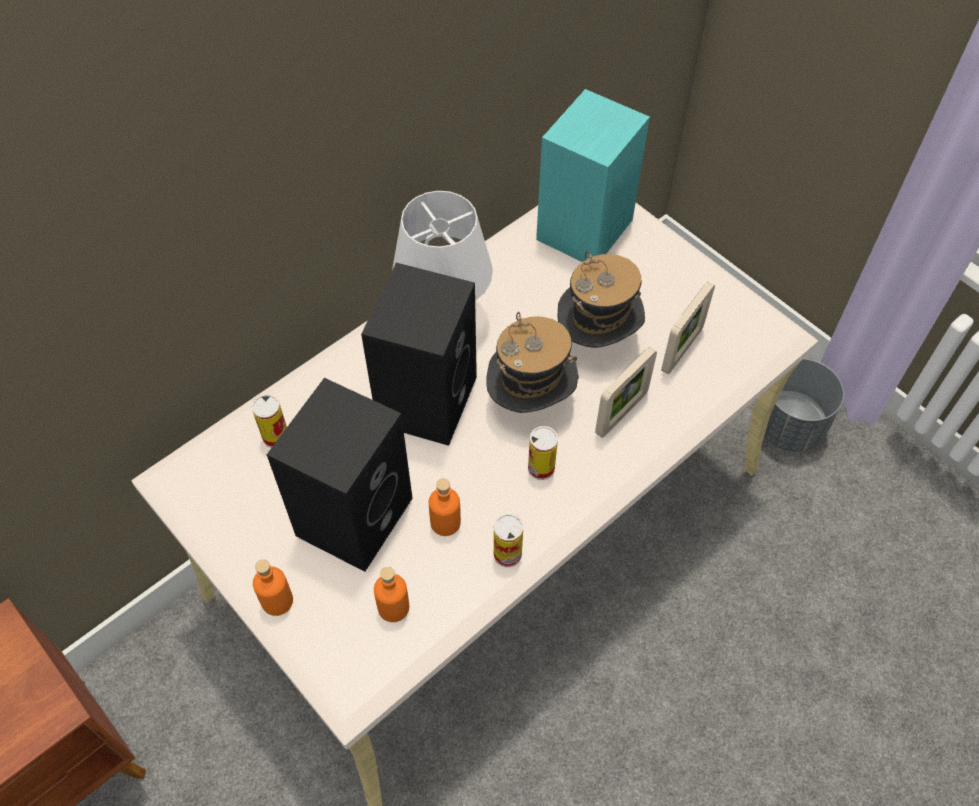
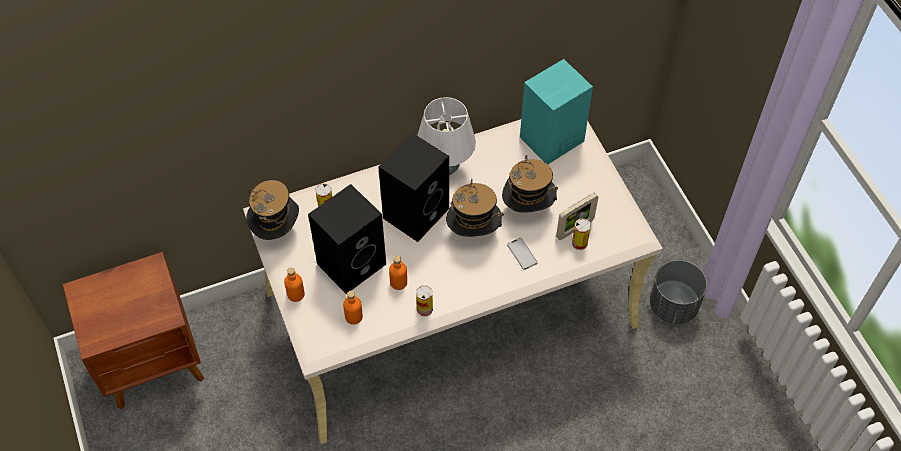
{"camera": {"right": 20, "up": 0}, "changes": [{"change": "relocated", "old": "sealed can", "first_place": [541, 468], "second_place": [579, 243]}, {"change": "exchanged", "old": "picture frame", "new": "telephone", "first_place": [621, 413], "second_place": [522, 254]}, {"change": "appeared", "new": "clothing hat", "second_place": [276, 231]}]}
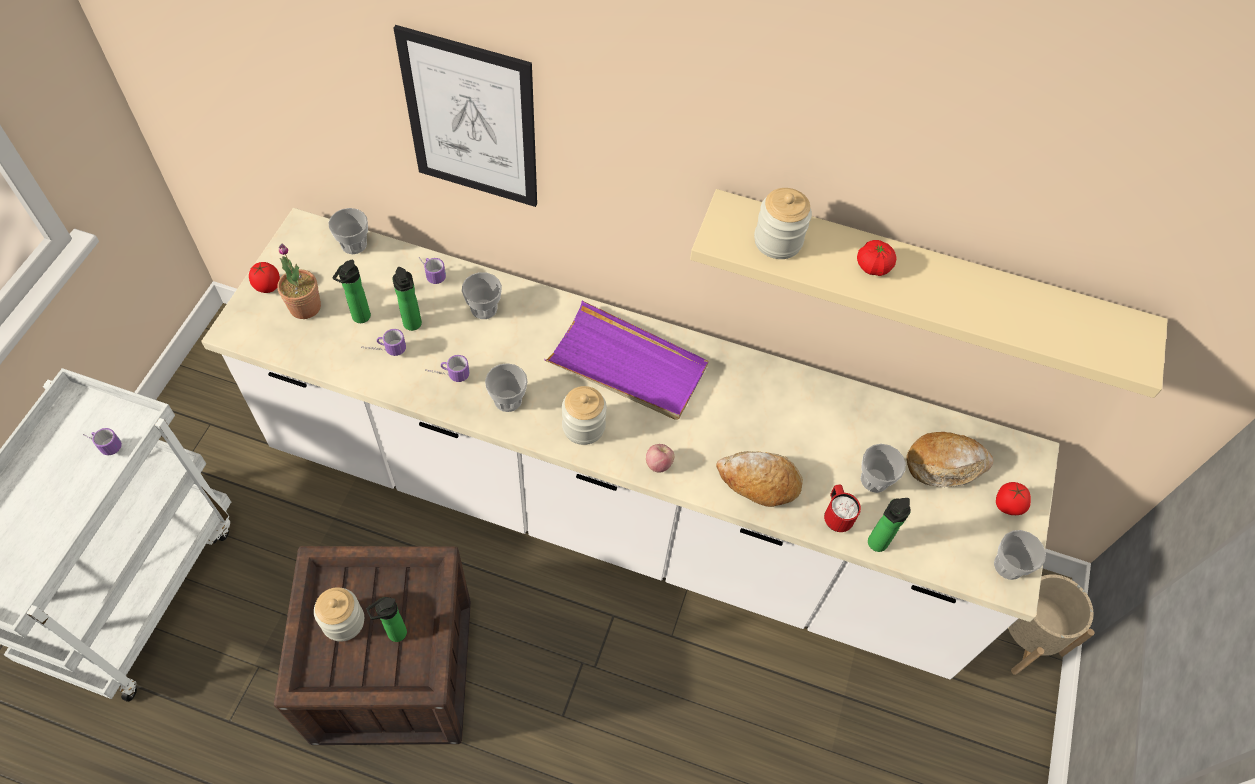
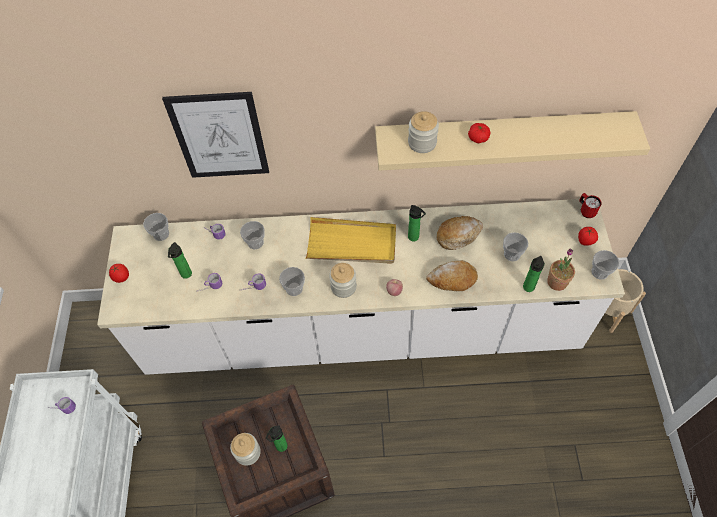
{"camera": {"right": -15, "up": 0}, "changes": [{"change": "relocated", "old": "potted plant", "first_place": [305, 307], "second_place": [557, 282]}, {"change": "relocated", "old": "drink bottle", "first_place": [413, 325], "second_place": [414, 238]}, {"change": "colour", "old": "serving tray (purple-coloured)", "new": "serving tray (yellowish)", "first_place": [627, 365], "second_place": [351, 243]}, {"change": "relocated", "old": "coffee mug (red)", "first_place": [836, 516], "second_place": [585, 211]}, {"change": "relocated", "old": "baked bread", "first_place": [945, 464], "second_place": [458, 235]}]}
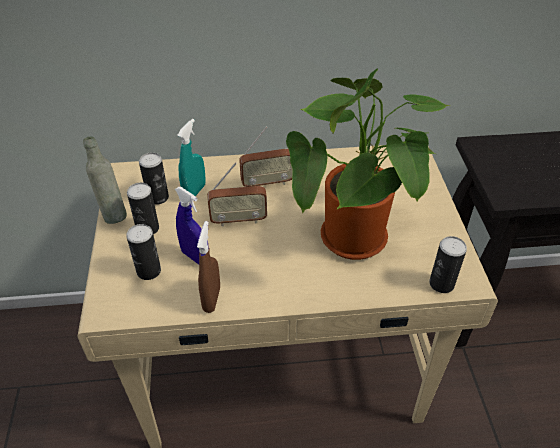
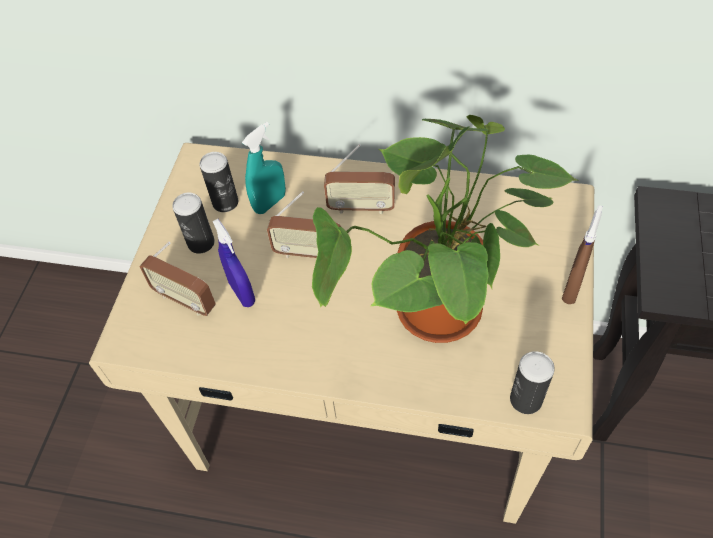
{"camera": {"right": 20, "up": 10}, "changes": [{"change": "missing", "old": "drink bottle (greyish)", "first_place": [113, 214]}, {"change": "exchanged", "old": "sealed can", "new": "radio set", "first_place": [149, 271], "second_place": [185, 300]}, {"change": "relocated", "old": "spray bottle (brown)", "first_place": [211, 299], "second_place": [572, 288]}]}
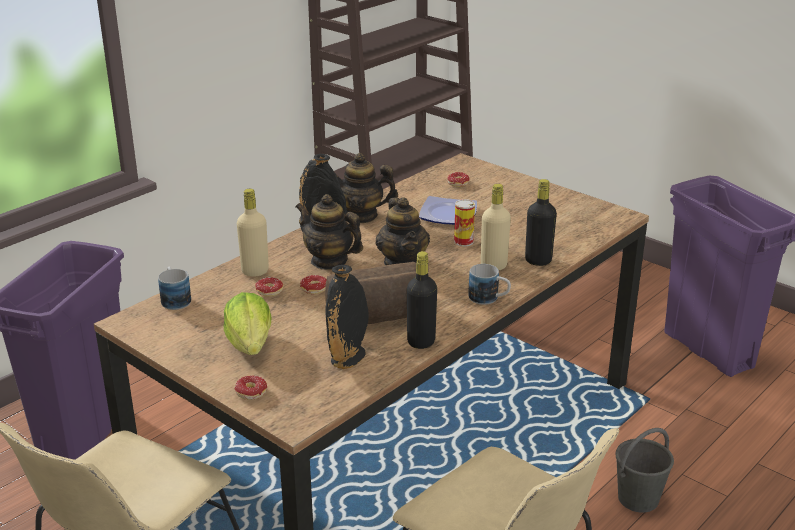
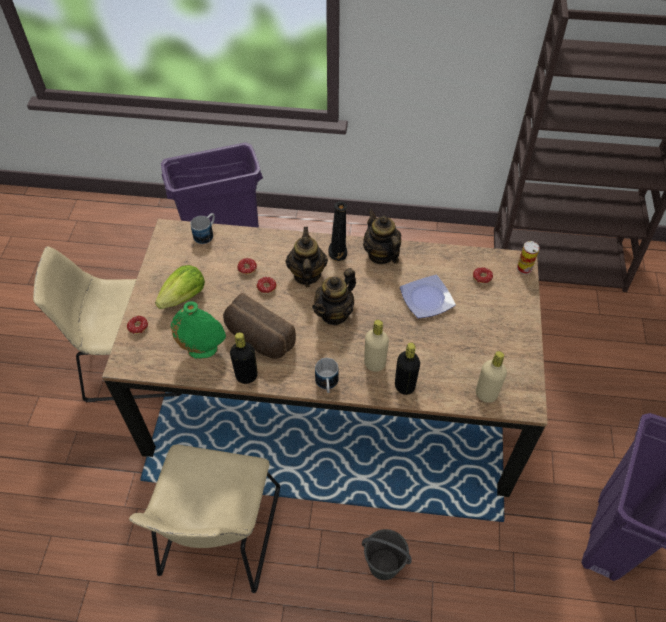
{"camera": {"right": 55, "up": 25}, "changes": [{"change": "relocated", "old": "drink bottle (beige-coloured)", "first_place": [255, 271], "second_place": [486, 394]}, {"change": "colour", "old": "vase (black)", "new": "vase (greenish)", "first_place": [348, 358], "second_place": [203, 350]}, {"change": "relocated", "old": "sealed can", "first_place": [463, 241], "second_place": [524, 268]}]}
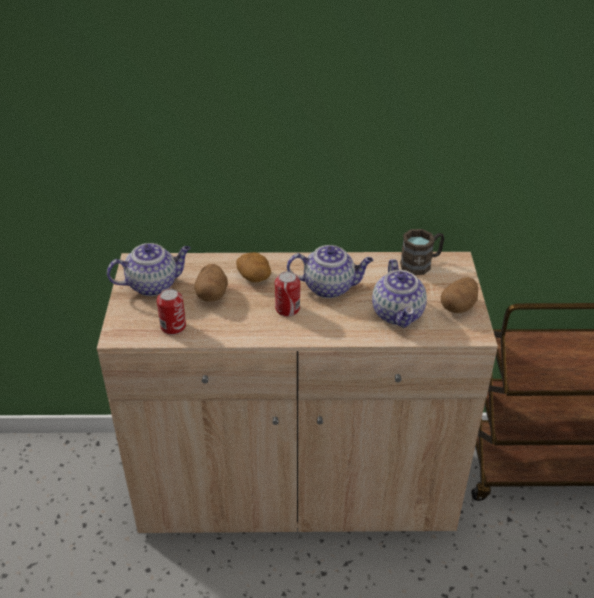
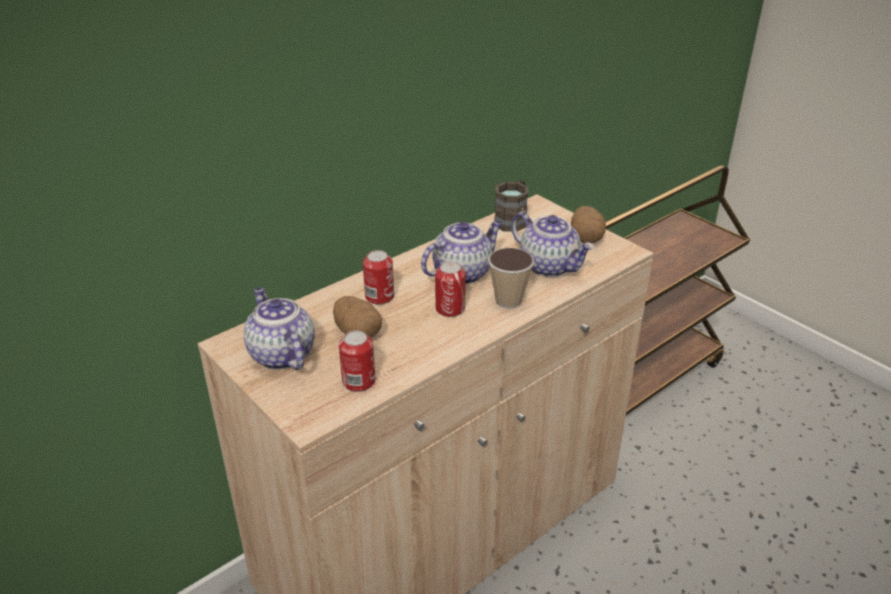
{"camera": {"right": -40, "up": -5}, "changes": [{"change": "spun", "old": "tea pot", "first_place": [153, 285], "second_place": [281, 354], "degrees": -60}, {"change": "exchanged", "old": "potato", "new": "sealed can", "first_place": [254, 276], "second_place": [379, 297]}, {"change": "appeared", "new": "cup", "second_place": [508, 300]}]}
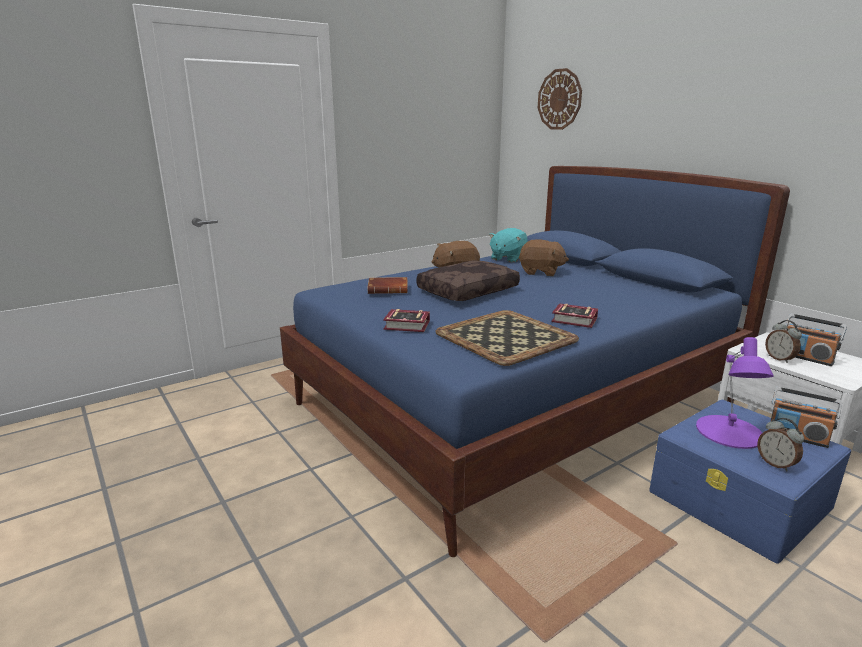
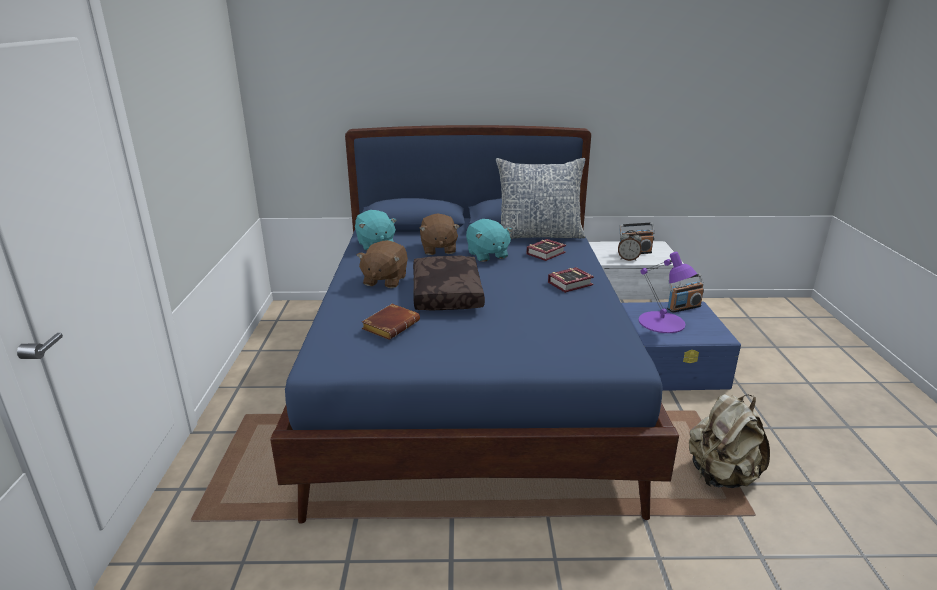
{"camera": {"right": -55, "up": 5}, "changes": [{"change": "relocated", "old": "bound book", "first_place": [408, 326], "second_place": [547, 253]}, {"change": "missing", "old": "serving tray", "first_place": [505, 337]}, {"change": "spun", "old": "plush toy (brown)", "first_place": [541, 272], "second_place": [438, 249], "degrees": 120}, {"change": "missing", "old": "hanging clock", "first_place": [559, 99]}, {"change": "missing", "old": "bedside clock", "first_place": [776, 464]}, {"change": "appeared", "new": "plush toy (turquoise)", "second_place": [487, 255]}, {"change": "appeared", "new": "cushion", "second_place": [538, 235]}, {"change": "appeared", "new": "knapsack (beige-coloured)", "second_place": [721, 476]}]}
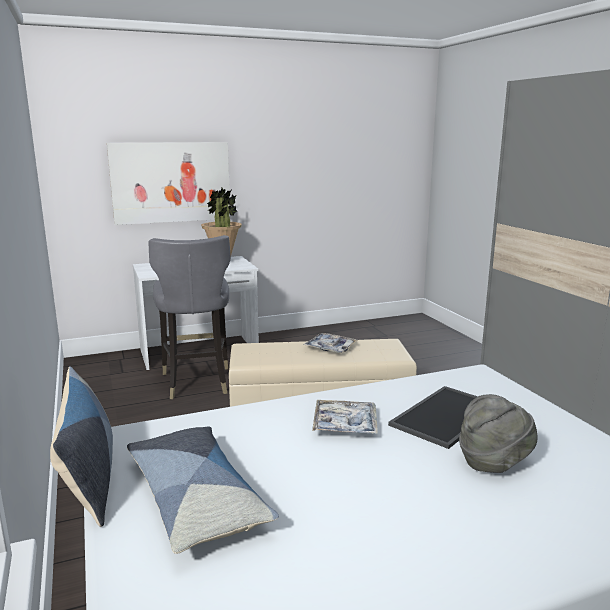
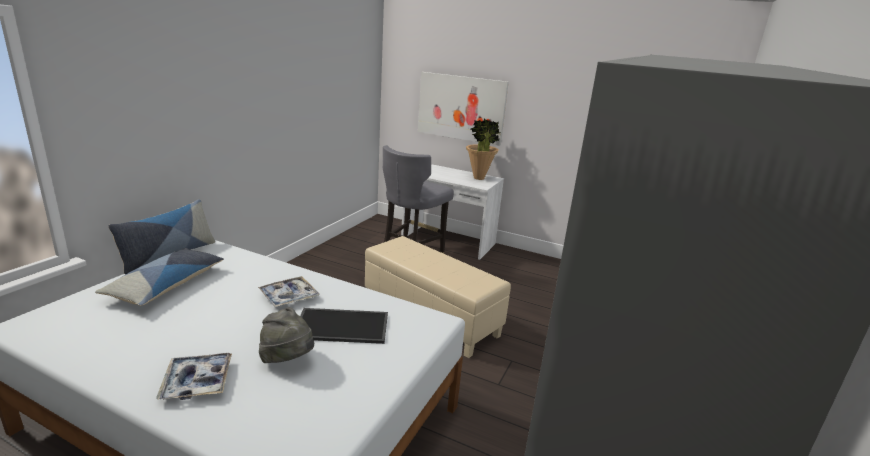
{"camera": {"right": 45, "up": 5}, "changes": [{"change": "relocated", "old": "serving tray", "first_place": [330, 348], "second_place": [197, 382]}]}
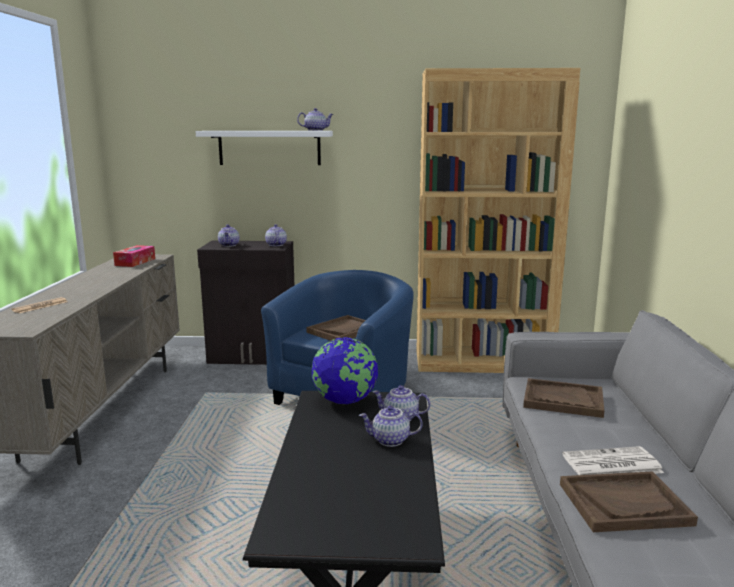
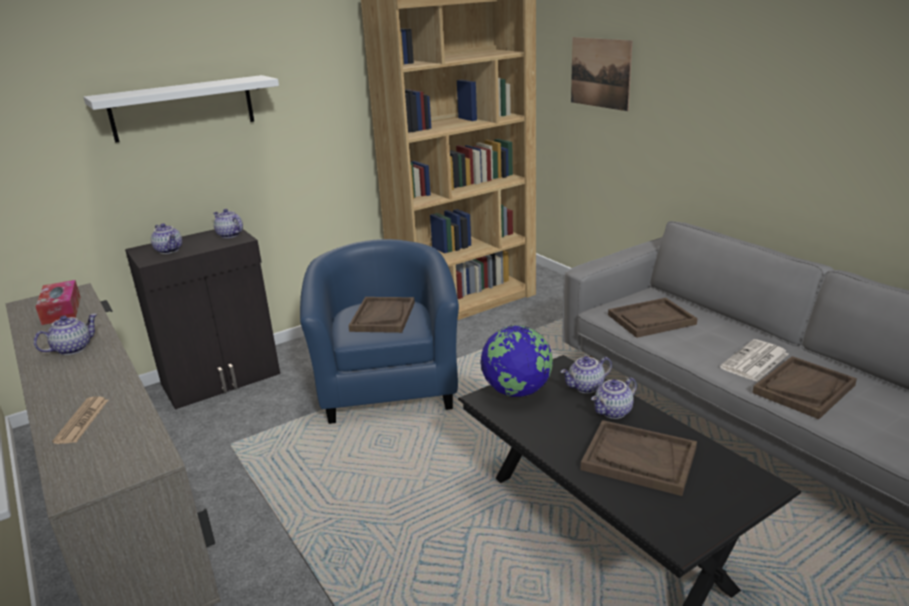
{"camera": {"right": -35, "up": 10}, "changes": [{"change": "relocated", "old": "tea pot", "first_place": [315, 130], "second_place": [73, 348]}, {"change": "appeared", "new": "wall art", "second_place": [600, 73]}, {"change": "appeared", "new": "serving tray (brown)", "second_place": [638, 459]}]}
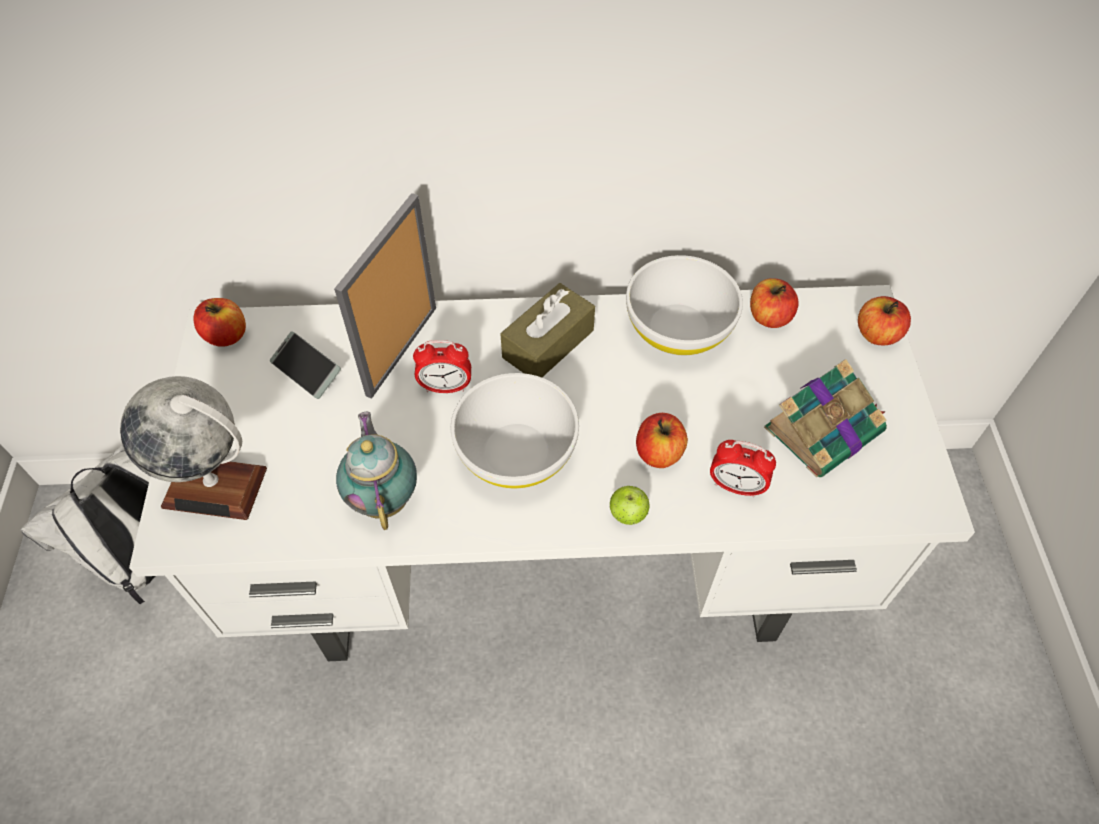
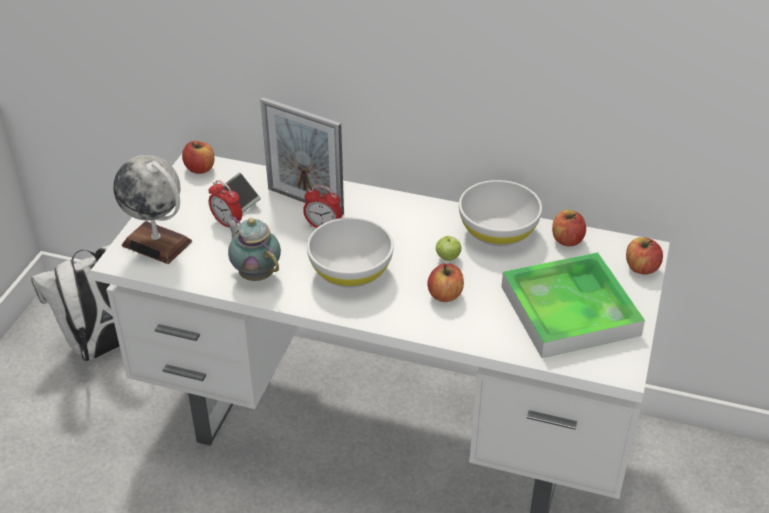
{"camera": {"right": 20, "up": -15}, "changes": [{"change": "spun", "old": "picture frame", "first_place": [402, 350], "second_place": [305, 201], "degrees": -105}, {"change": "spun", "old": "tea pot", "first_place": [384, 497], "second_place": [255, 273], "degrees": -45}, {"change": "missing", "old": "box of tissues (brown)", "first_place": [548, 344]}, {"change": "relocated", "old": "whole apple", "first_place": [628, 514], "second_place": [448, 258]}, {"change": "relocated", "old": "bedside clock", "first_place": [736, 486], "second_place": [227, 223]}, {"change": "exchanged", "old": "bound book", "new": "serving tray", "first_place": [825, 429], "second_place": [569, 310]}]}
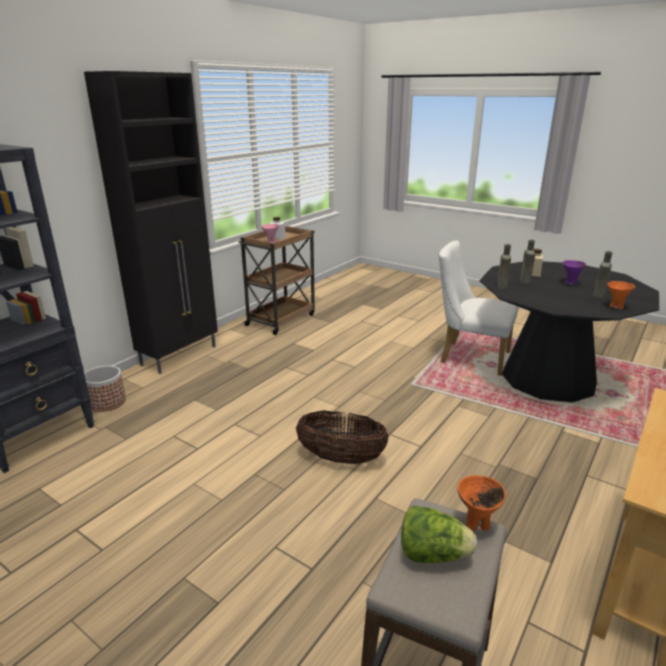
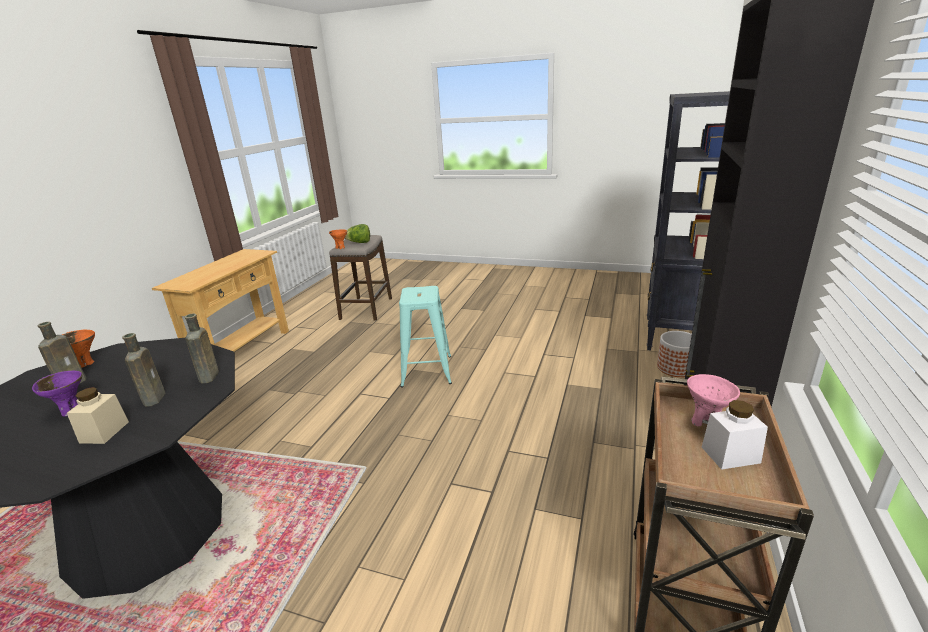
{"camera": {"right": 165, "up": 0}, "changes": [{"change": "exchanged", "old": "household basket", "new": "stool (turquoise)", "first_place": [341, 458], "second_place": [427, 371]}, {"change": "missing", "old": "upright chair (white-coloured)", "first_place": [469, 357]}]}
